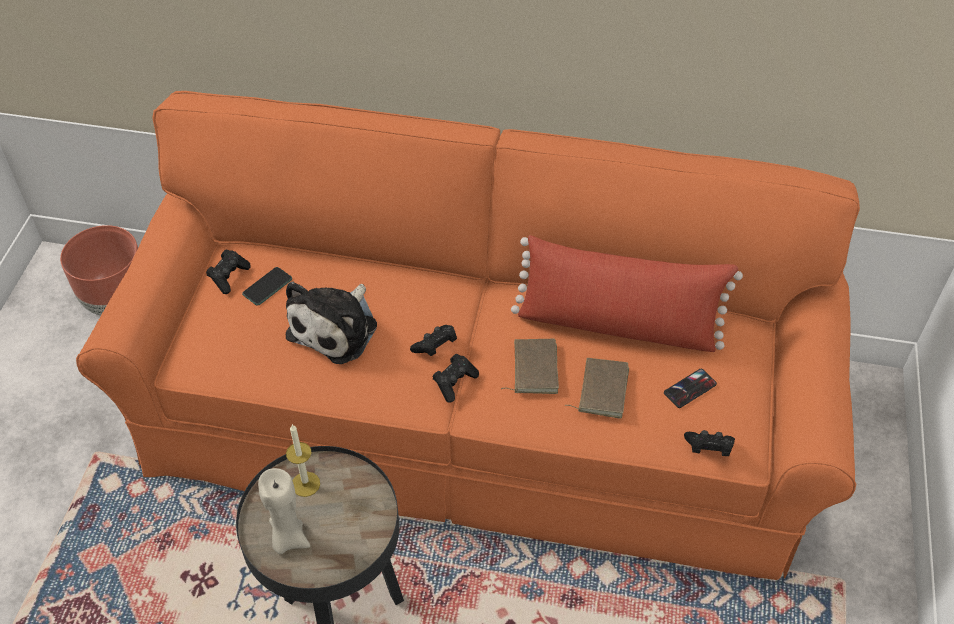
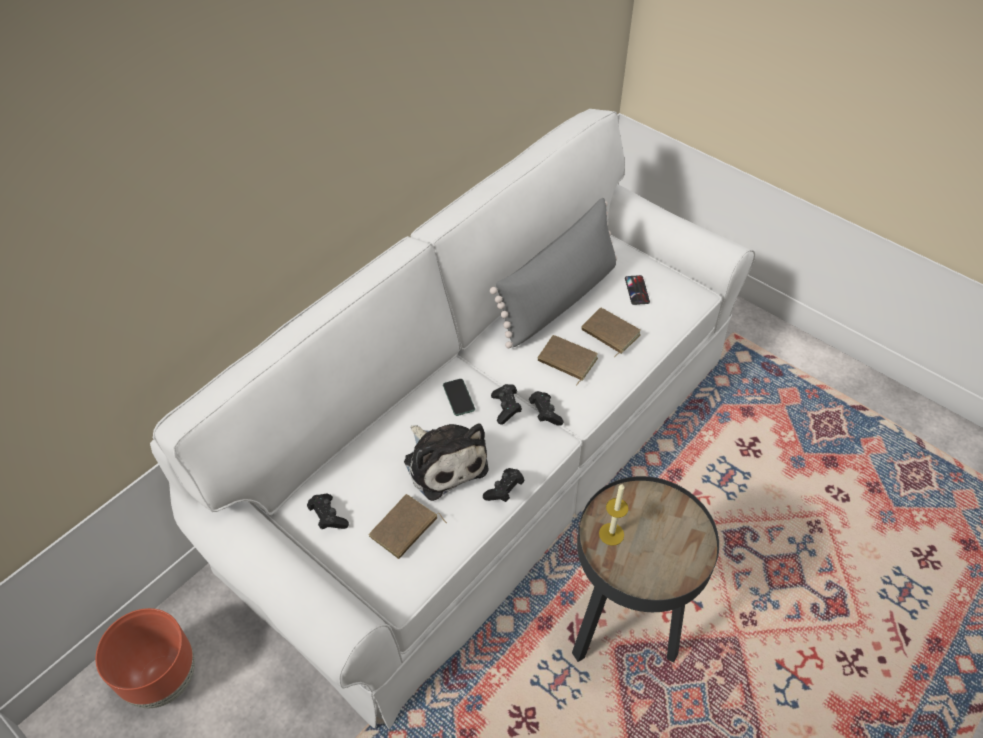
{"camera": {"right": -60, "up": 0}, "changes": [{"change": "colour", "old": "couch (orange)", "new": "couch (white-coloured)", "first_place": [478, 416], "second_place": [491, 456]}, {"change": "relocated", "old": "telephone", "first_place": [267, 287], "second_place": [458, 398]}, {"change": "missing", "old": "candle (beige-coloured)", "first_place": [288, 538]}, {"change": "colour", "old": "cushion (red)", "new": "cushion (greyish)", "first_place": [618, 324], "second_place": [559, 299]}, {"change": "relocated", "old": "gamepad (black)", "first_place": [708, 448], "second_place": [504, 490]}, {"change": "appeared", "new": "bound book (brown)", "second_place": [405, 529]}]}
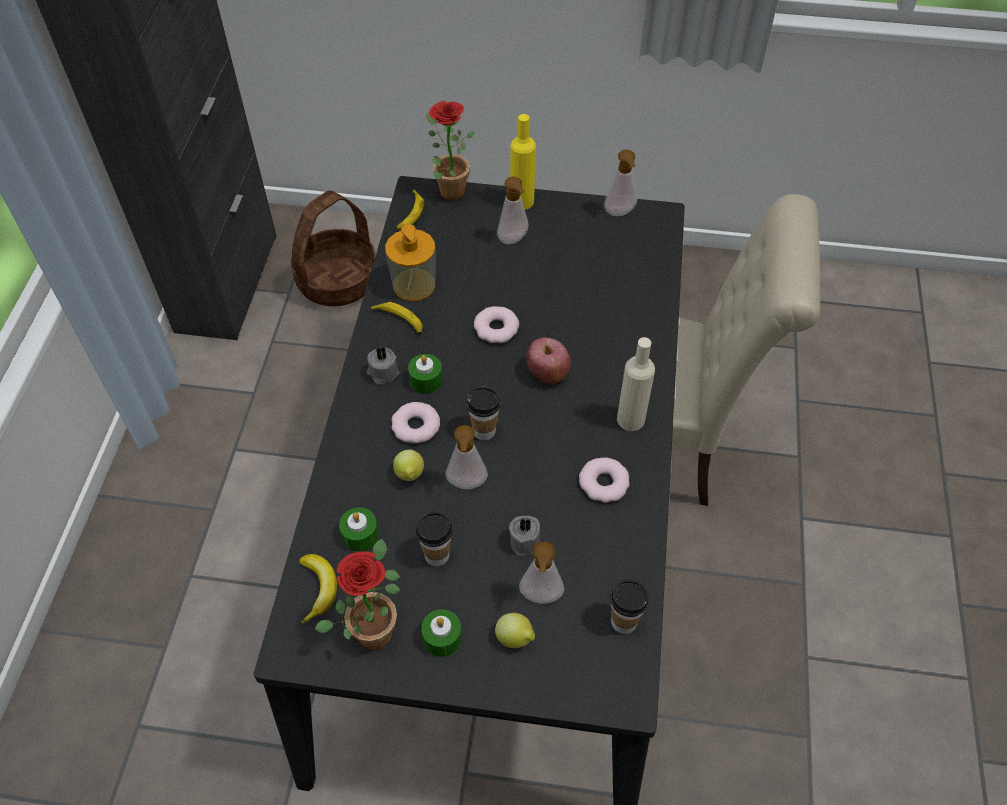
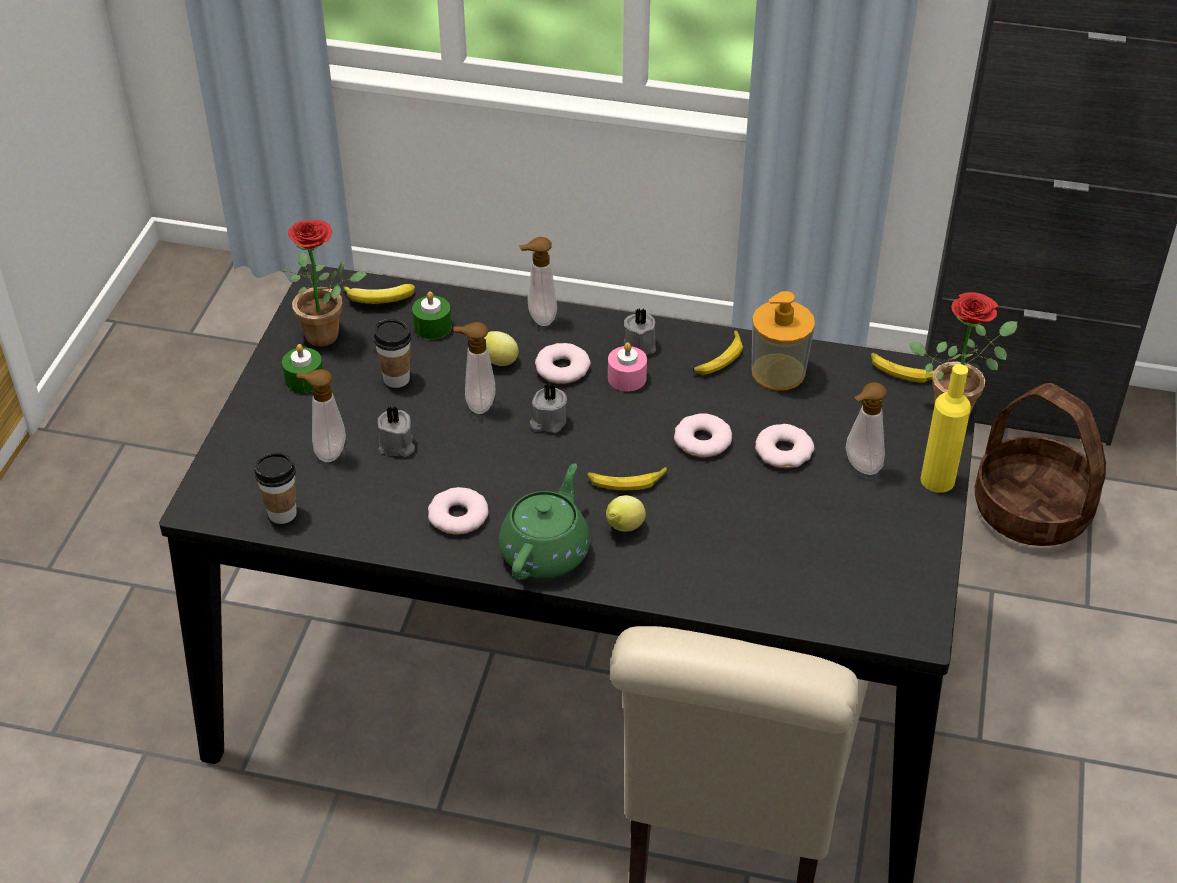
{"camera": {"right": 95, "up": -10}, "changes": [{"change": "colour", "old": "candle (greenish)", "new": "candle (pink-coloured)", "first_place": [426, 380], "second_place": [627, 378]}, {"change": "exchanged", "old": "cup", "new": "candle (greyish)", "first_place": [484, 431], "second_place": [548, 421]}, {"change": "relocated", "old": "lemon", "first_place": [515, 639], "second_place": [623, 528]}, {"change": "exchanged", "old": "whole apple", "new": "whole banana", "first_place": [547, 373], "second_place": [626, 481]}, {"change": "relocated", "old": "liquid soap bottle", "first_place": [620, 213], "second_place": [539, 318]}, {"change": "exchanged", "old": "drink bottle (beige-coloured)", "new": "tea pot (greenish)", "first_place": [630, 419], "second_place": [546, 551]}, {"change": "appeared", "new": "ring doughnut", "second_place": [784, 451]}]}
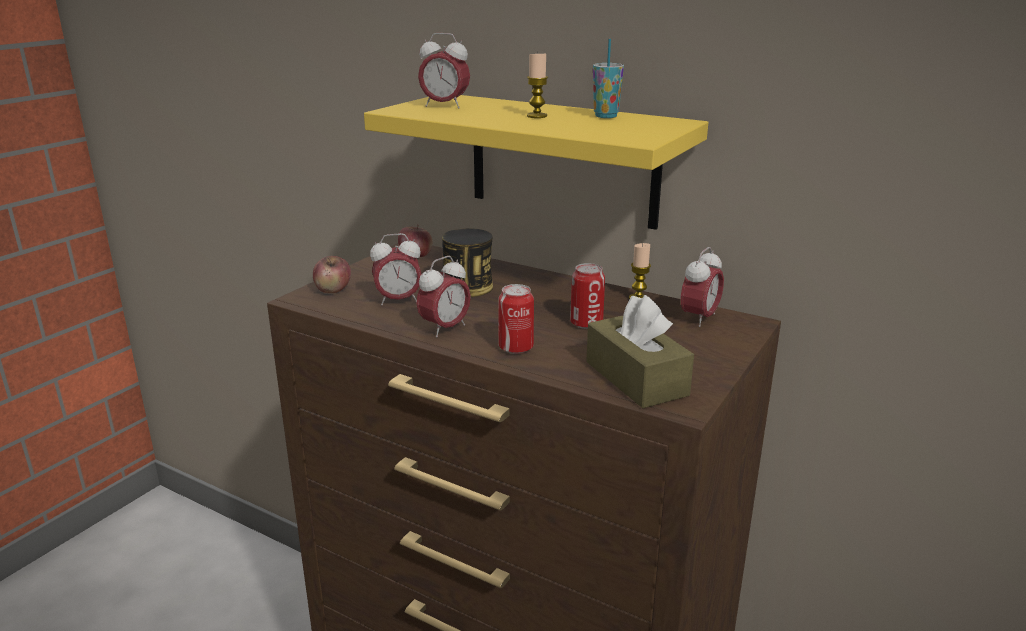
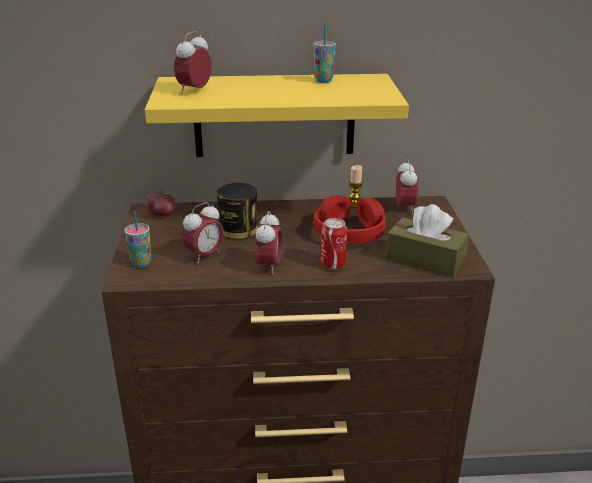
{"camera": {"right": -35, "up": 5}, "changes": [{"change": "exchanged", "old": "whole apple", "new": "cup", "first_place": [333, 290], "second_place": [141, 263]}, {"change": "spun", "old": "bedside clock", "first_place": [444, 106], "second_place": [194, 91], "degrees": 135}, {"change": "missing", "old": "candle", "first_place": [537, 116]}, {"change": "exchanged", "old": "sealed can", "new": "headphones (red)", "first_place": [586, 323], "second_place": [349, 232]}]}
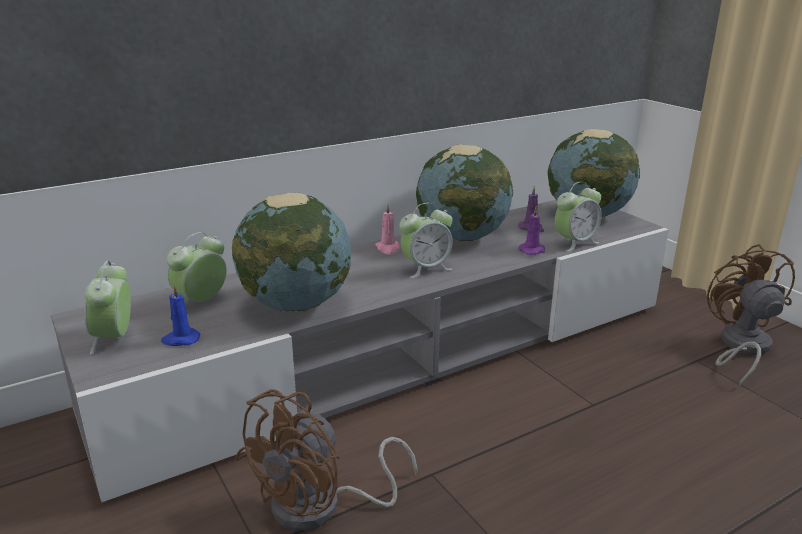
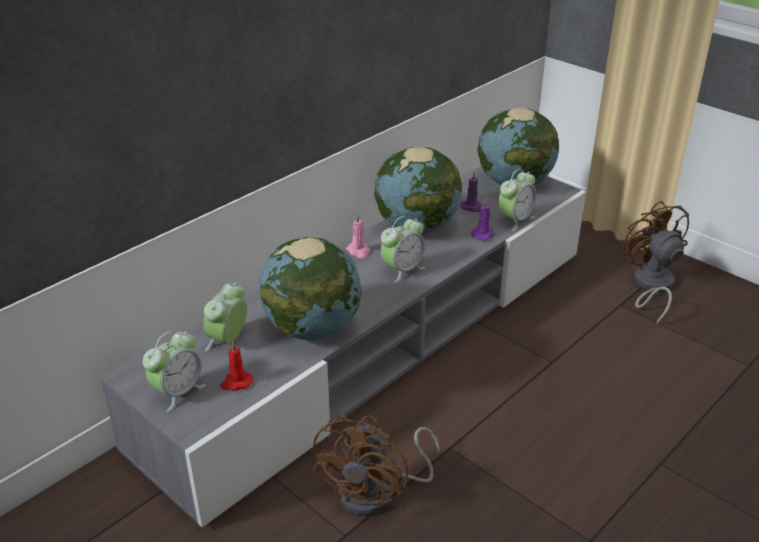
{"camera": {"right": -15, "up": 10}, "changes": [{"change": "spun", "old": "bedside clock", "first_place": [114, 338], "second_place": [178, 392], "degrees": -120}, {"change": "colour", "old": "candle (bluish)", "new": "candle (red)", "first_place": [180, 339], "second_place": [236, 383]}]}
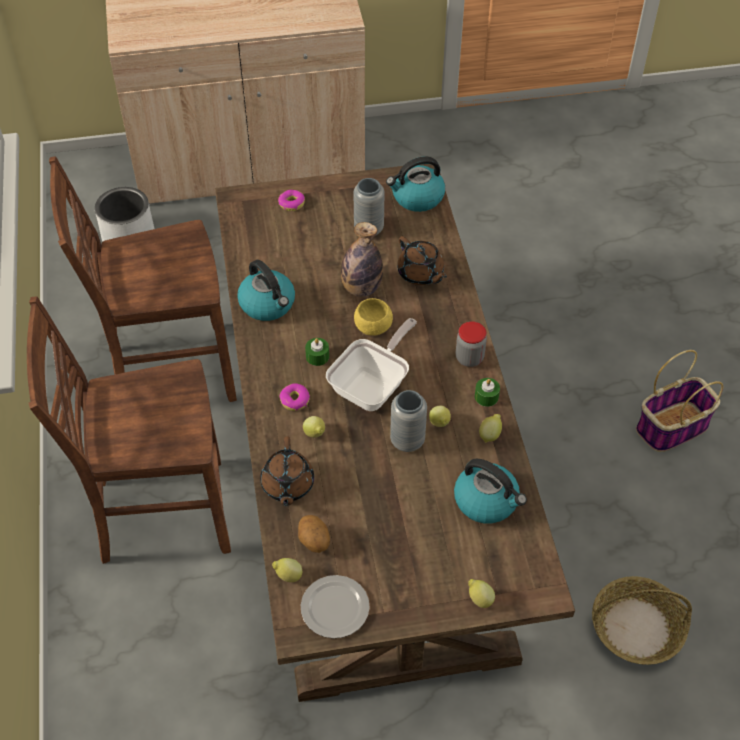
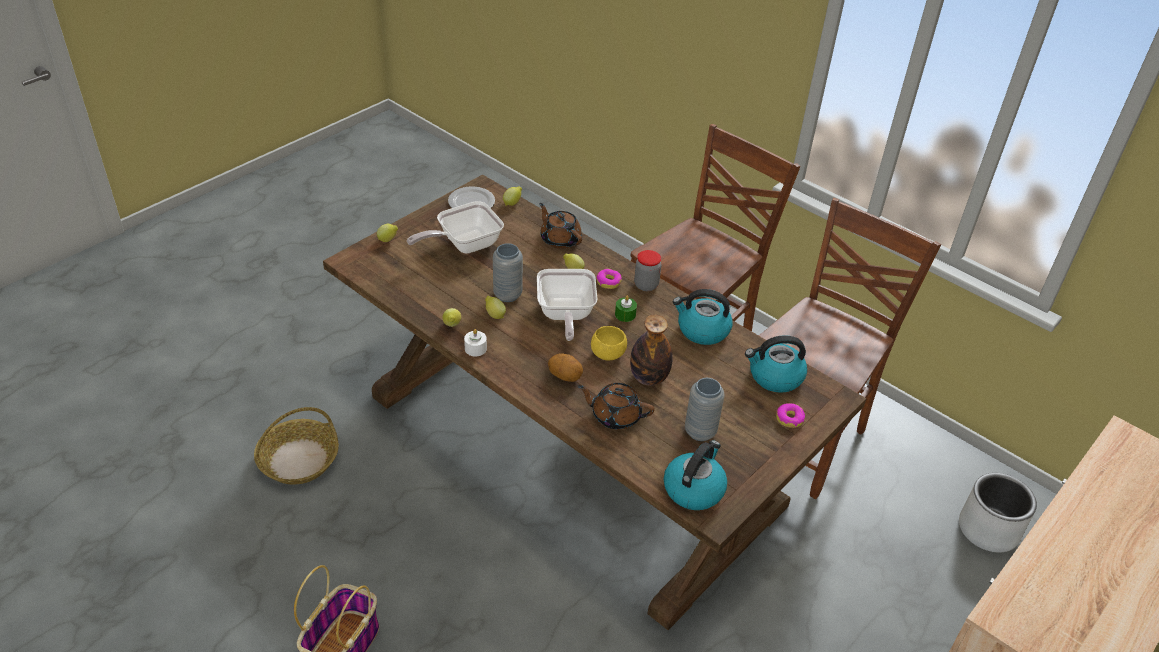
{"camera": {"right": 140, "up": -10}, "changes": [{"change": "relocated", "old": "potato", "first_place": [313, 541], "second_place": [565, 376]}, {"change": "relocated", "old": "kettle", "first_place": [487, 501], "second_place": [774, 377]}, {"change": "relocated", "old": "jar", "first_place": [469, 358], "second_place": [646, 285]}, {"change": "colour", "old": "candle (greenish)", "new": "candle (white-coloured)", "first_place": [486, 396], "second_place": [475, 348]}, {"change": "appeared", "new": "pan", "second_place": [464, 245]}]}
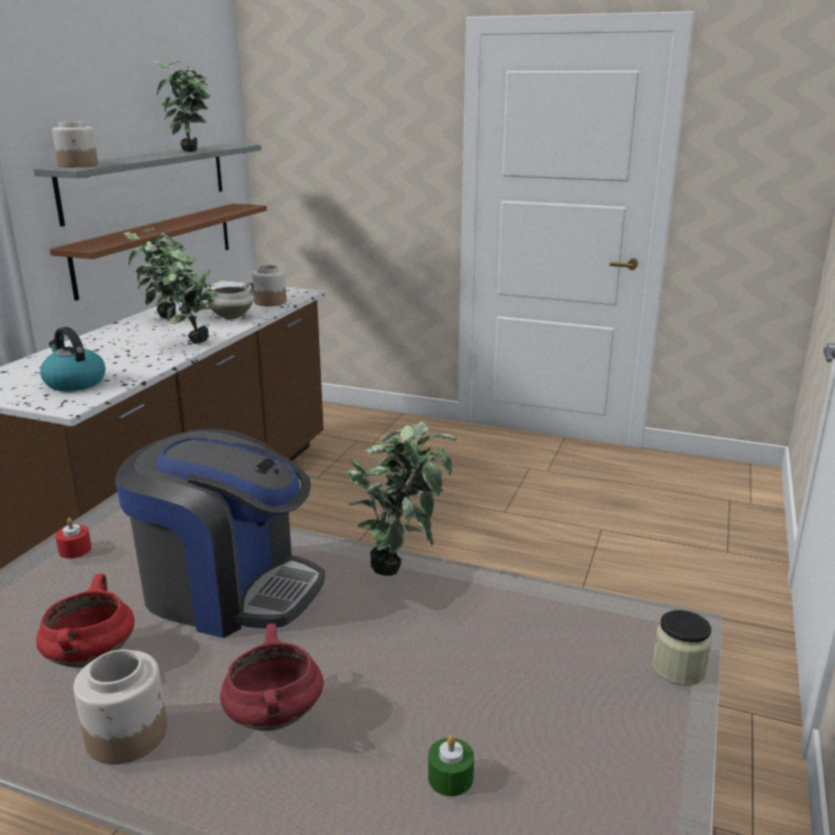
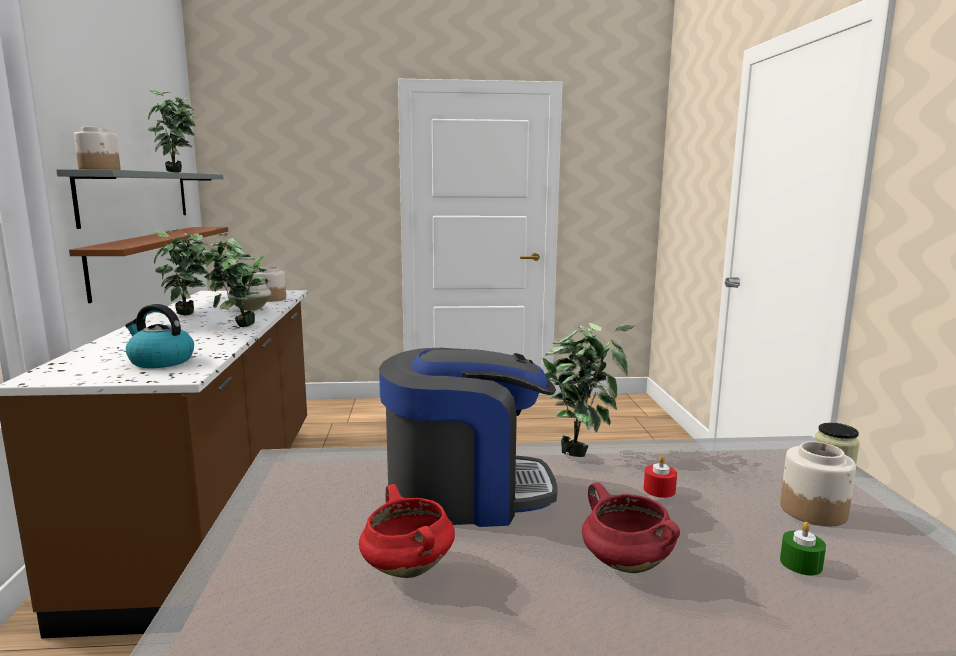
{"camera": {"right": -25, "up": -10}, "changes": [{"change": "relocated", "old": "candle (red)", "first_place": [75, 550], "second_place": [659, 490]}, {"change": "relocated", "old": "jar", "first_place": [128, 734], "second_place": [813, 510]}]}
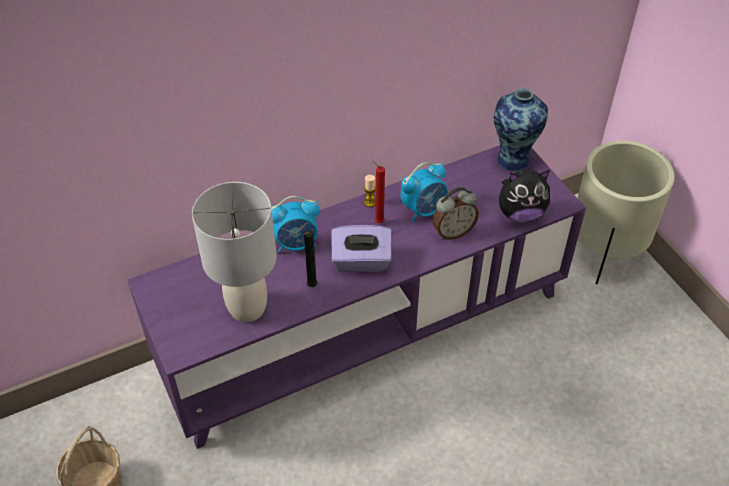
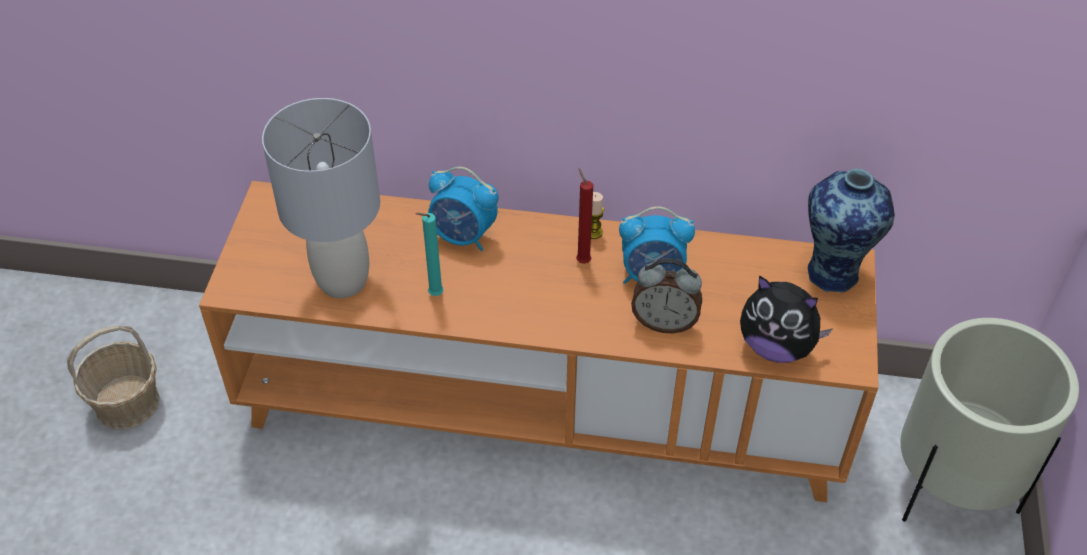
{"camera": {"right": 35, "up": 0}, "changes": [{"change": "colour", "old": "tv unit (purple-coloured)", "new": "tv unit (orange)", "first_place": [364, 331], "second_place": [542, 405]}, {"change": "colour", "old": "candle (black)", "new": "candle (turquoise)", "first_place": [311, 287], "second_place": [433, 295]}, {"change": "missing", "old": "box of tissues (purple-coloured)", "first_place": [361, 262]}]}
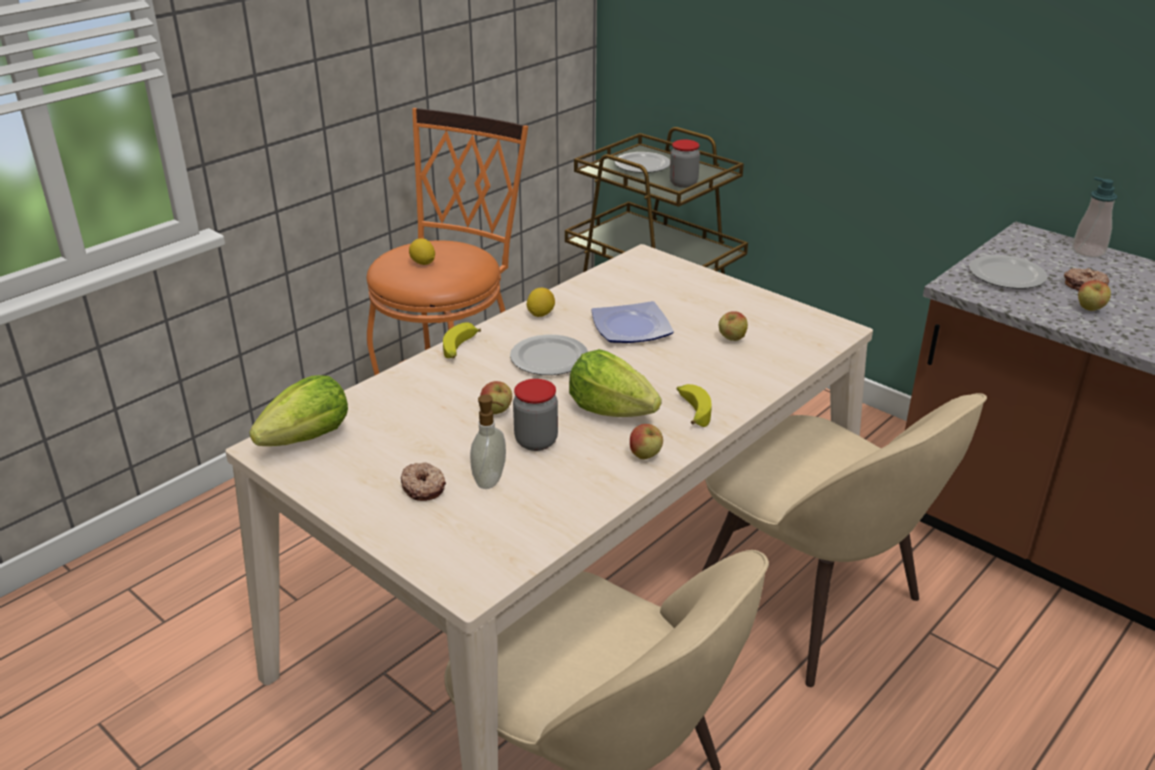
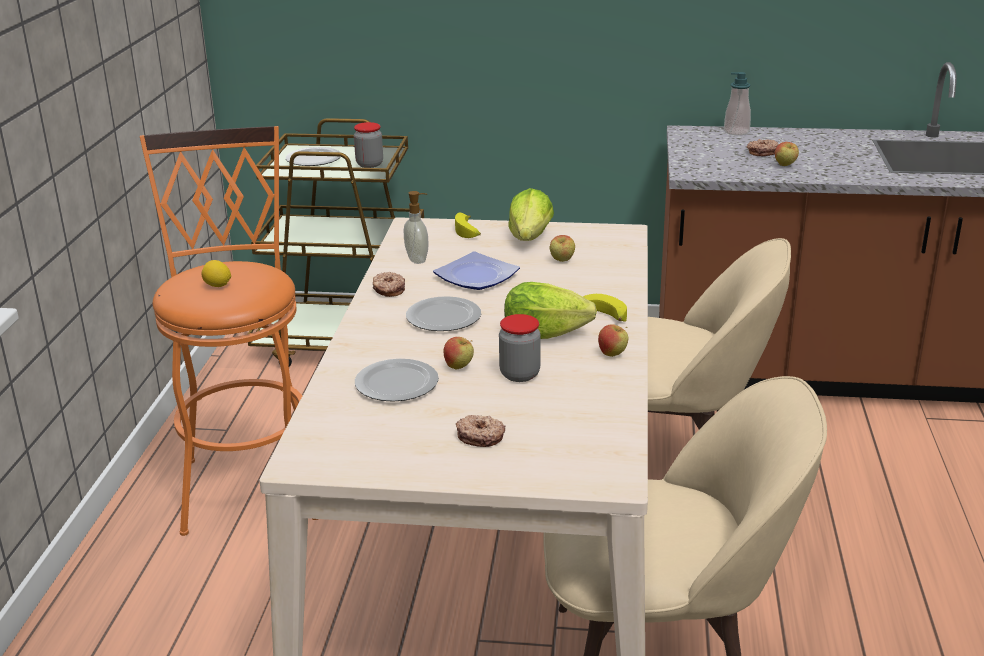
{"camera": {"right": -35, "up": -5}, "changes": [{"change": "relocated", "old": "lettuce head", "first_place": [308, 438], "second_place": [530, 238]}, {"change": "relocated", "old": "whole banana", "first_place": [460, 349], "second_place": [468, 232]}, {"change": "relocated", "old": "liquid soap bottle", "first_place": [491, 480], "second_place": [418, 259]}, {"change": "exchanged", "old": "lemon", "new": "ring doughnut", "first_place": [540, 314], "second_place": [388, 290]}, {"change": "relocated", "old": "dinner plate", "first_place": [1007, 276], "second_place": [398, 384]}]}
